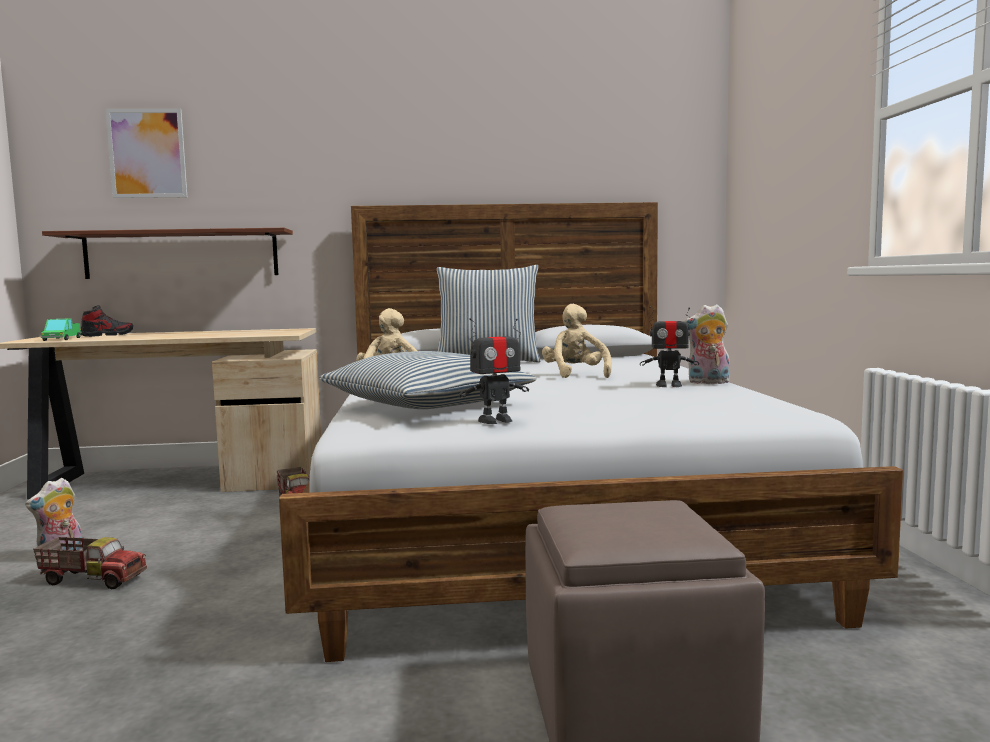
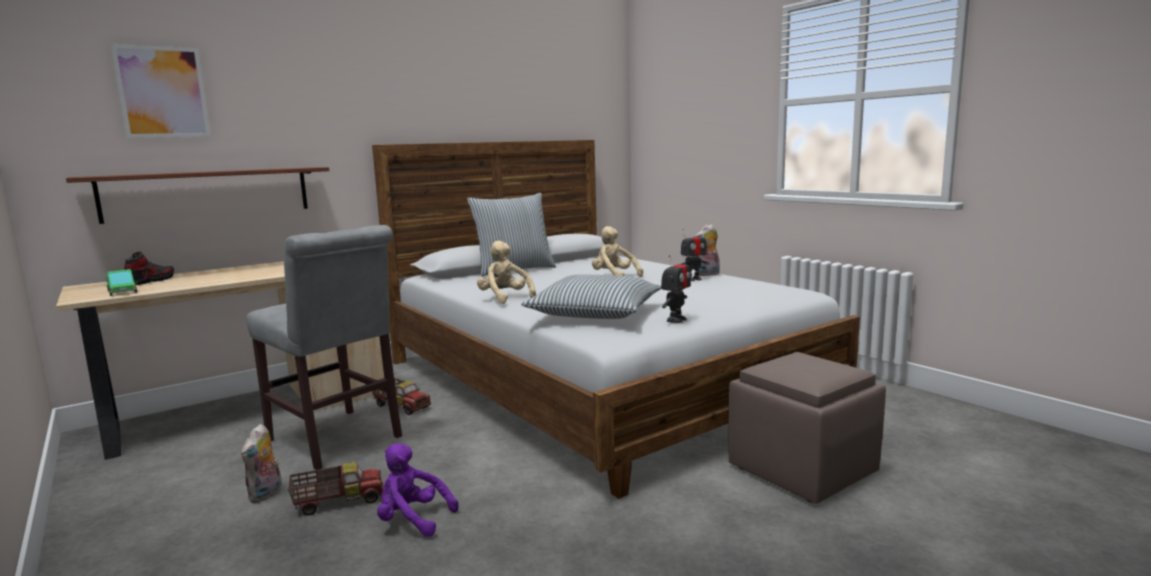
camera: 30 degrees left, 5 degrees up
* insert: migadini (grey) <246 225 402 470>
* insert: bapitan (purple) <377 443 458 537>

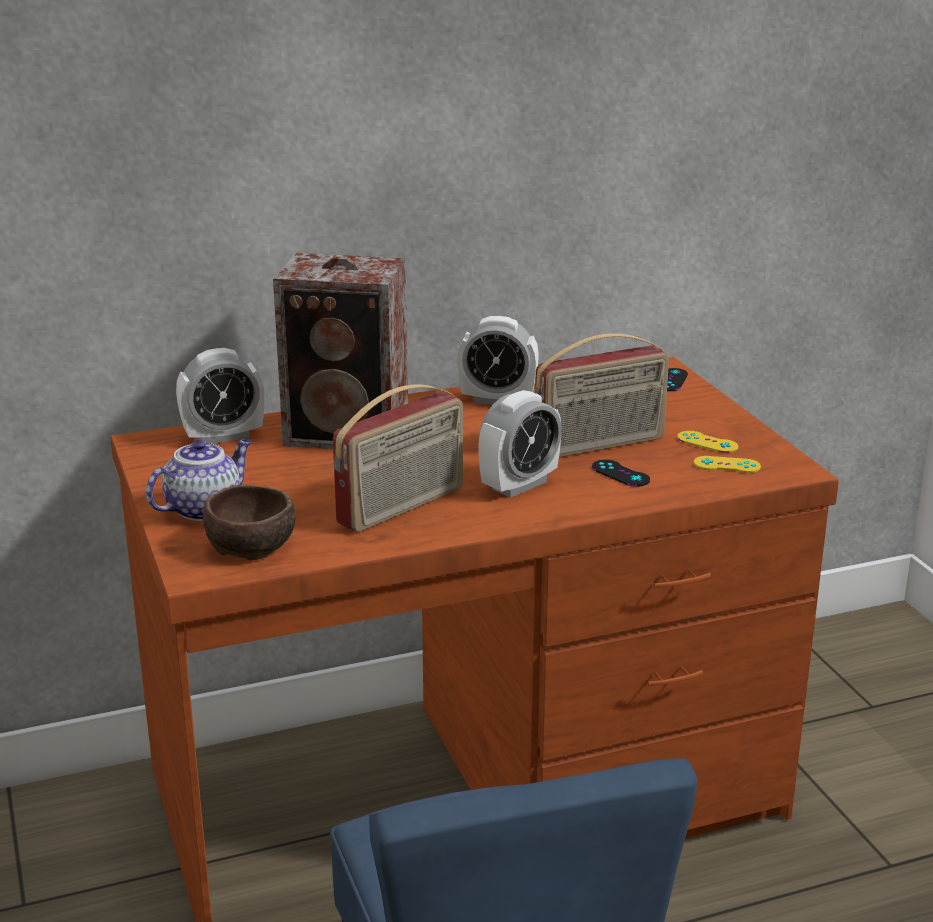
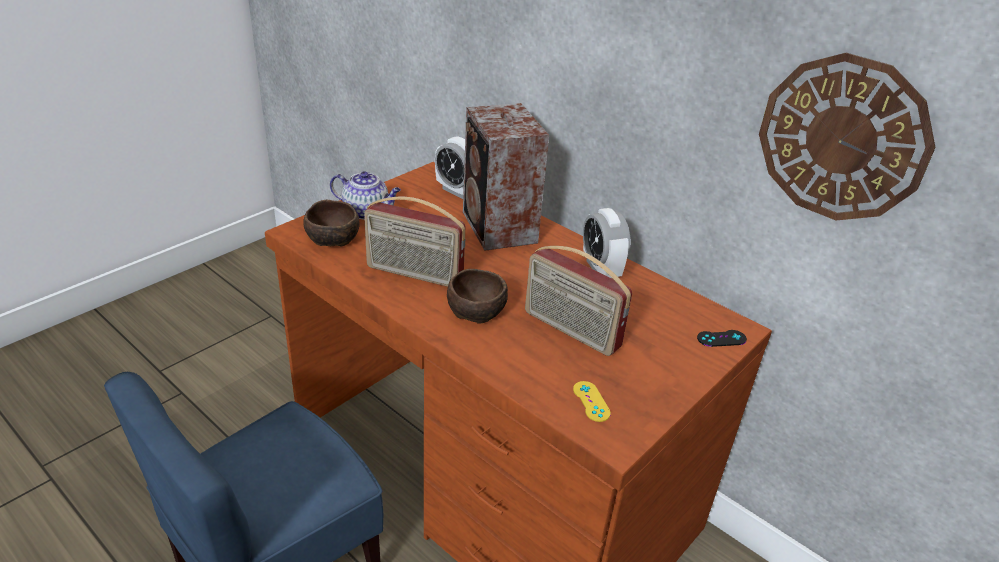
camera: 60 degrees right, 10 degrees up
* replace: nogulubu <478 390 562 498> to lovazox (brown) <447 269 508 323>
* delete: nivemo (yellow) <677 431 738 453>
* delete: nivemo (black) <592 460 650 487>
* insert: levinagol <759 53 936 220>

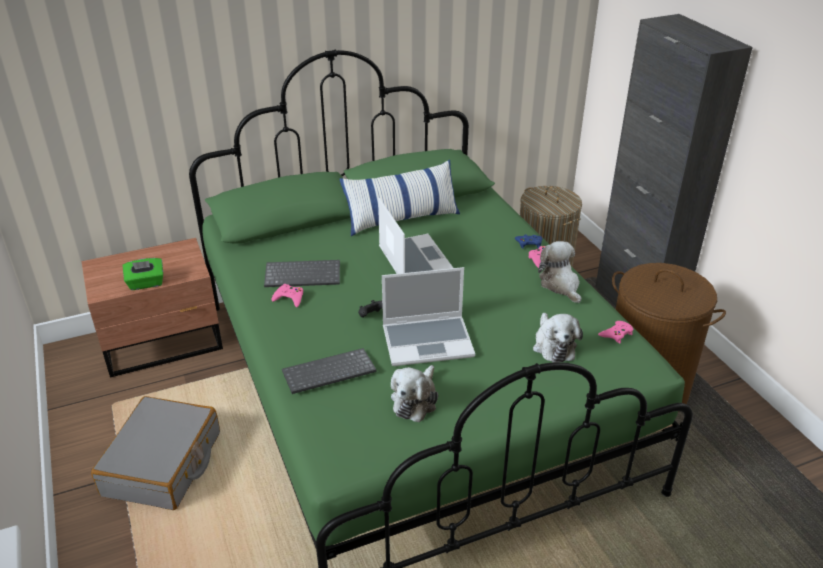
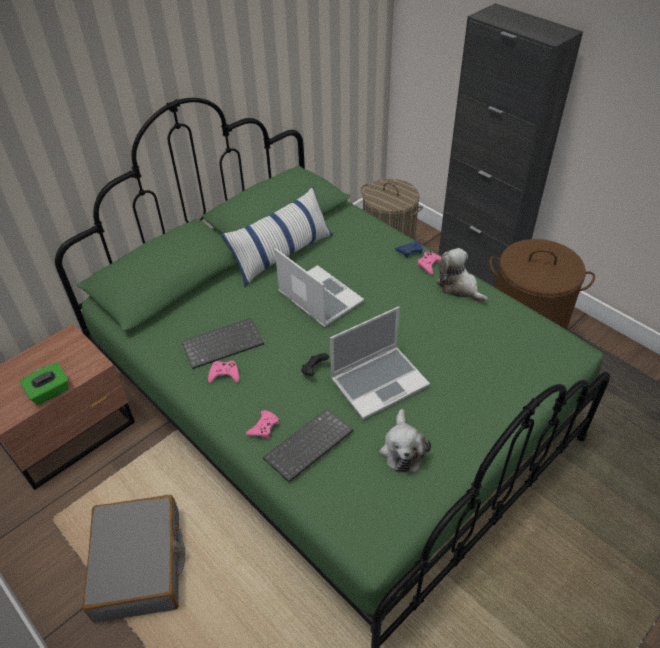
camera: 20 degrees left, 10 degrees up
* delete: bapitan <533 313 583 363>
* move: nivemo (pink) <598 321 634 343> to <245 410 279 439>

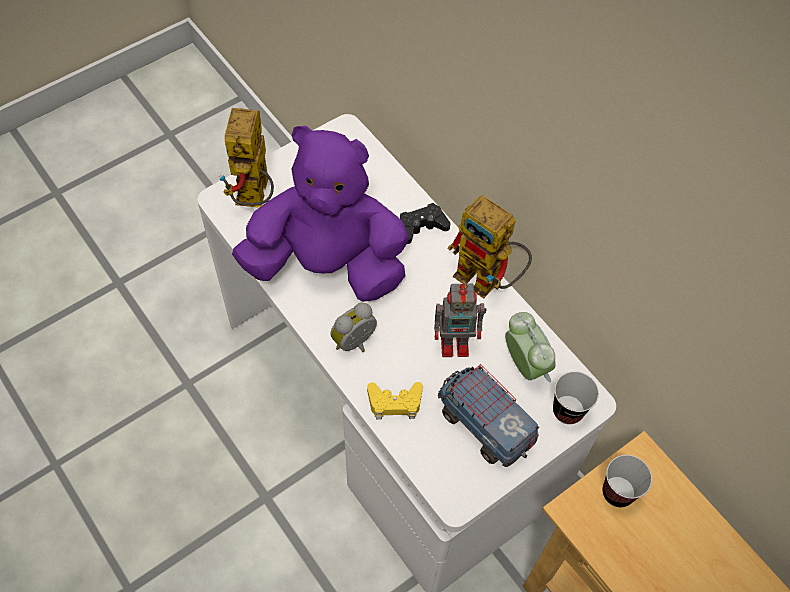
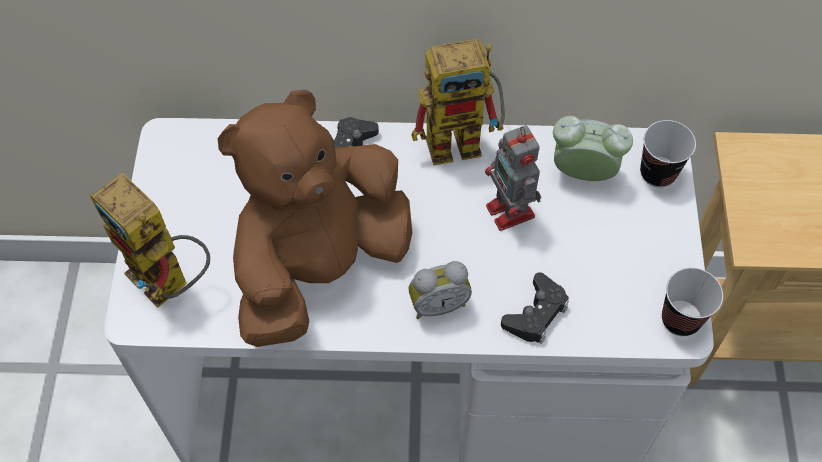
camera: 50 degrees left, 0 degrees up
* recolor: bapitan (purple) <232 125 409 302> to bapitan (brown) <218 90 412 347>
* rotate: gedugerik <434 284 487 357> = <485 126 541 231> 120 degrees clockwise
* rotate: nogulubu <331 303 377 352> = <408 261 472 319> 105 degrees counterclockwise
* delete: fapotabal <438 364 539 467>
* recolor: nivemo (yellow) <367 382 423 420> to nivemo (black) <501 272 569 344>
* move: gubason <603 455 652 507> to <662 268 723 336>

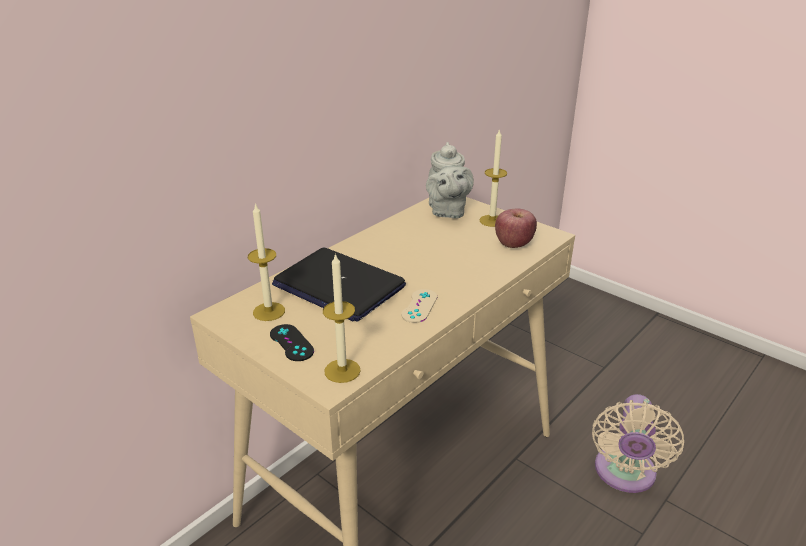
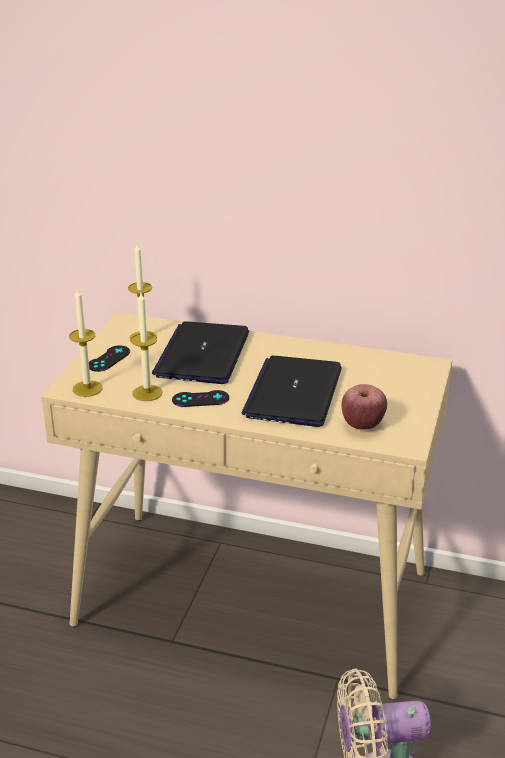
camera: 65 degrees right, 0 degrees up
* move: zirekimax <480 130 507 227> to <131 293 162 401>
* delete: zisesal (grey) <426 142 474 218>
* recolor: nivemo (beige) <401 289 437 323> to nivemo (black) <172 390 229 407>
* insert: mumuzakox <242 356 342 427>

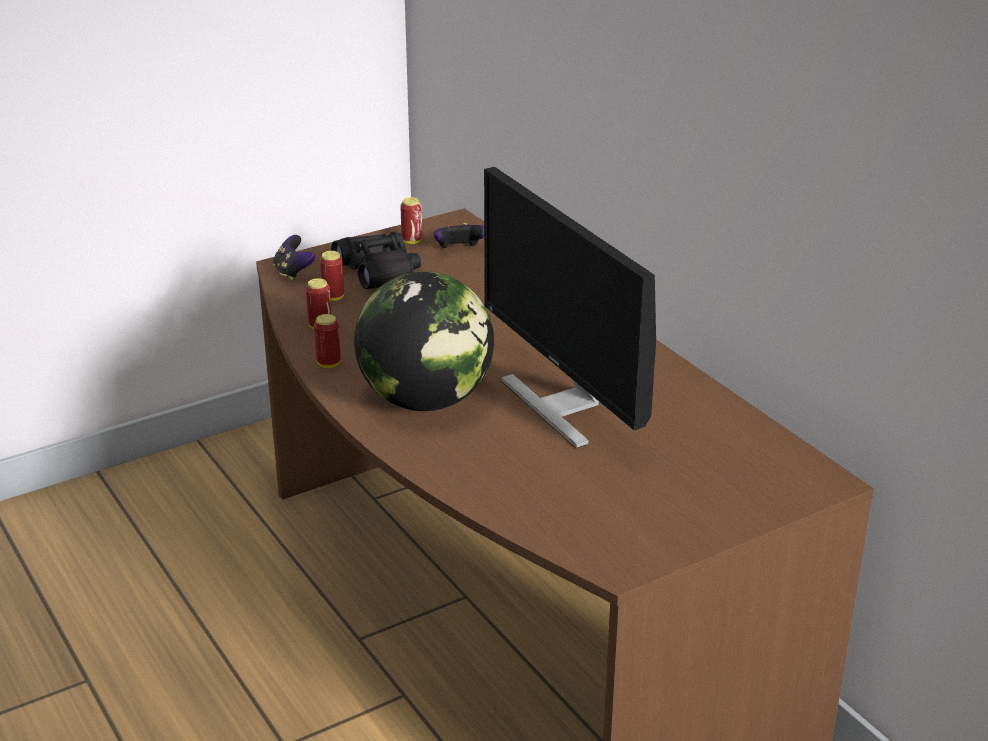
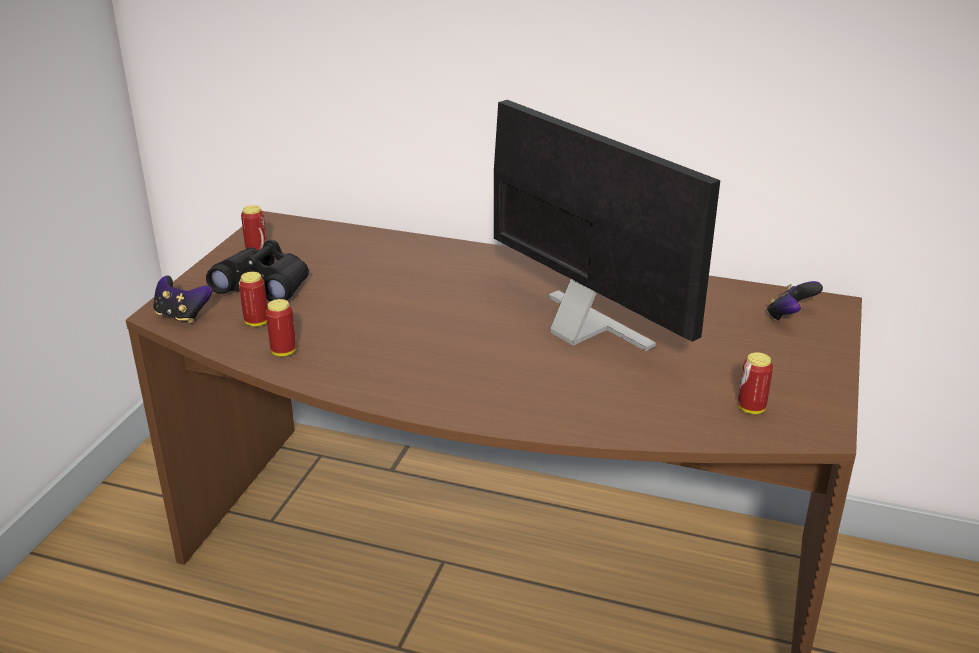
camera: 40 degrees left, 0 degrees up
* rotate: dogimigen <484 167 656 448> = <494 100 720 351> 150 degrees counterclockwise
* move: nivemo <434 223 484 249> to <767 281 823 321>
* delete: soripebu <354 271 494 411>
* move: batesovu <314 314 341 368> to <738 352 773 414>

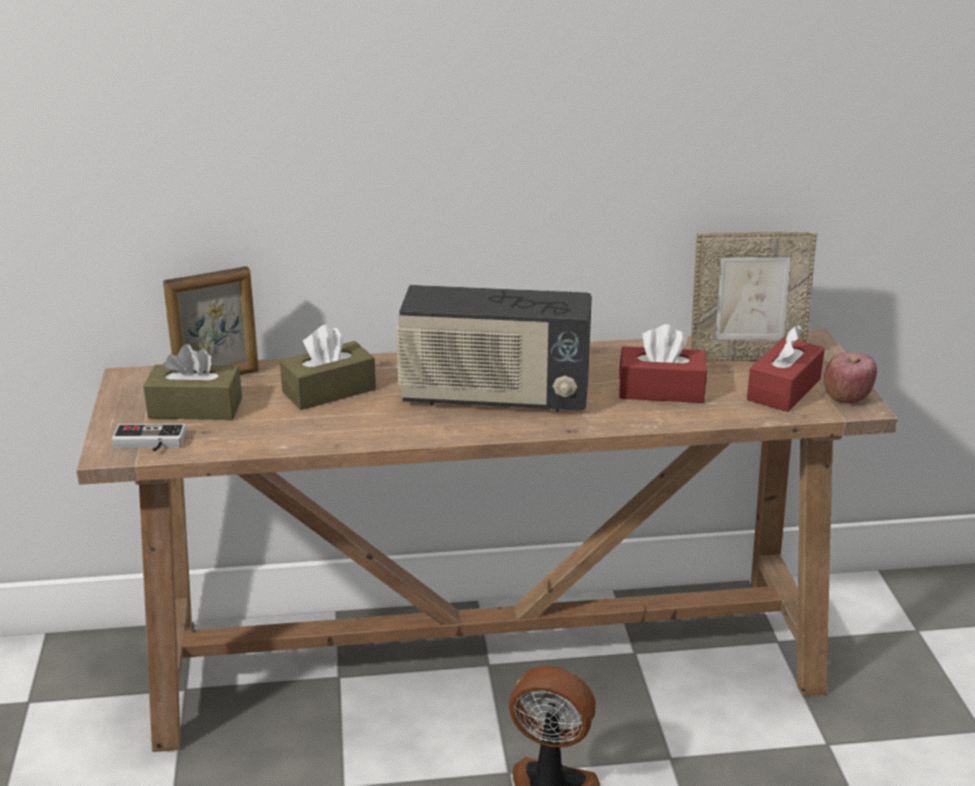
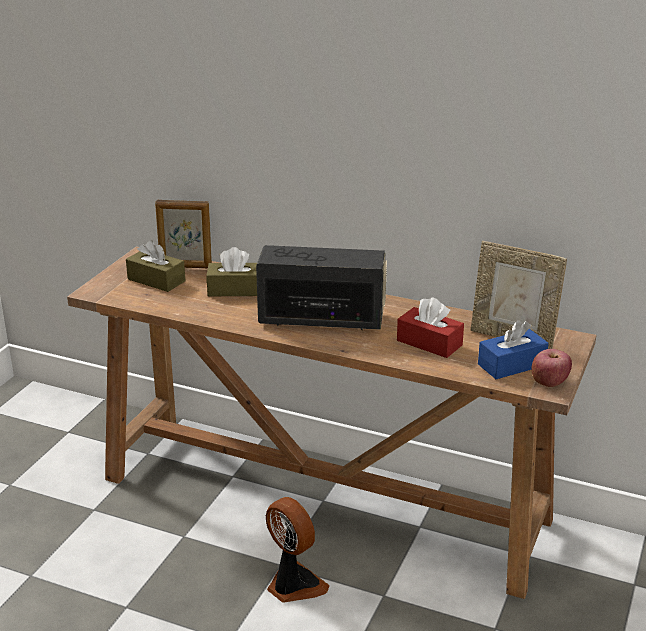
camera: 30 degrees right, 0 degrees up
* rotate: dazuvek <396 285 592 412> = <256 245 387 330> 150 degrees clockwise
* recolor: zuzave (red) <747 325 825 412> to zuzave (blue) <478 320 549 379>
* delete: nivemo <111 424 186 452>

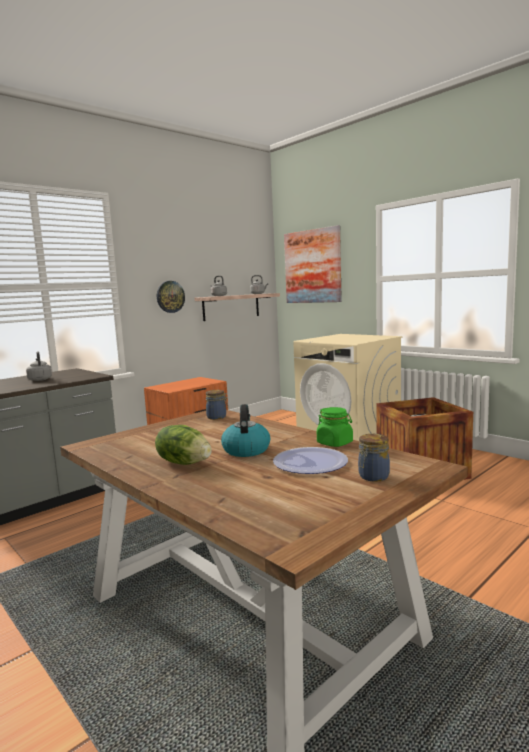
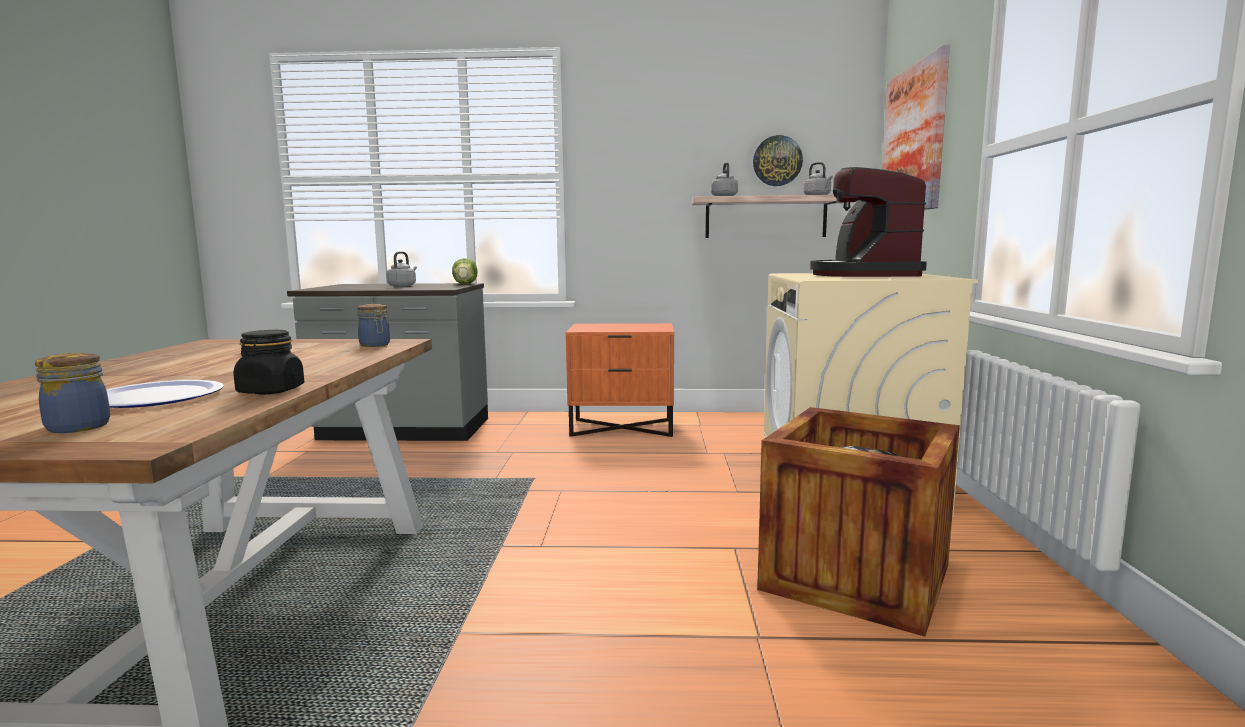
camera: 45 degrees right, 0 degrees up
* move: levinagol <157 281 185 313> to <753 135 803 186>
* delete: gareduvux <221 404 270 457>
* recolor: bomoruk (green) <317 407 353 447> to bomoruk (black) <233 330 304 395>
* move: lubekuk <155 425 212 465> to <452 258 478 284>
* insert: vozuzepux <810 167 927 277>

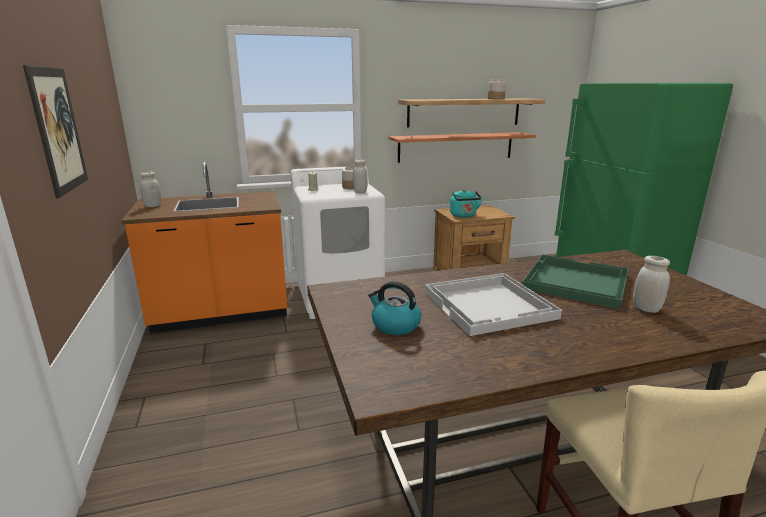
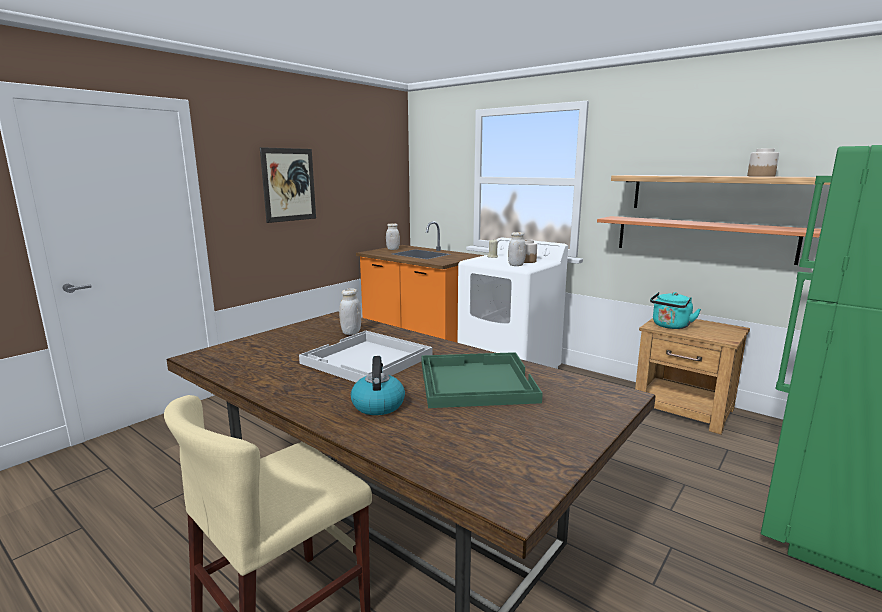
camera: 55 degrees right, 5 degrees down
* move: bomoruk (white) <633 256 670 313> to <339 288 361 335>
* move: gareduvux <368 281 421 335> to <351 356 405 415>

